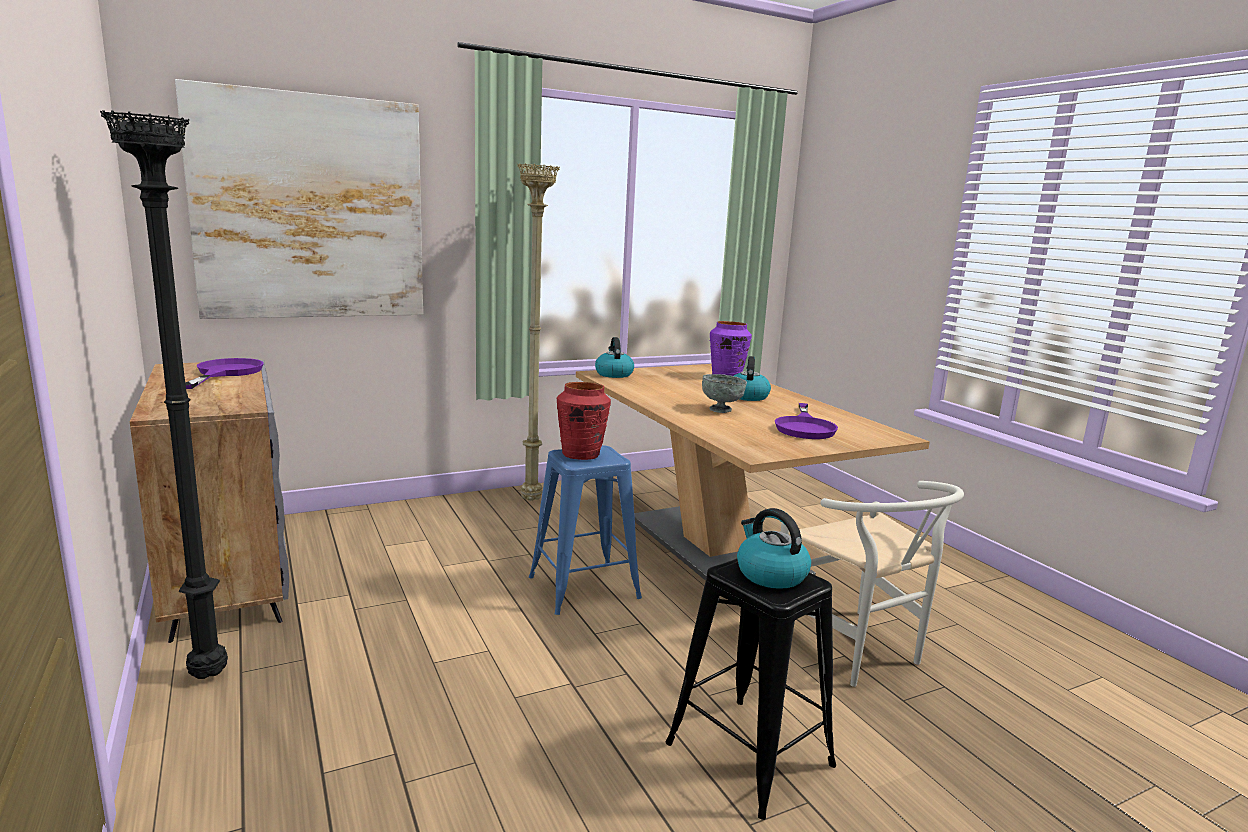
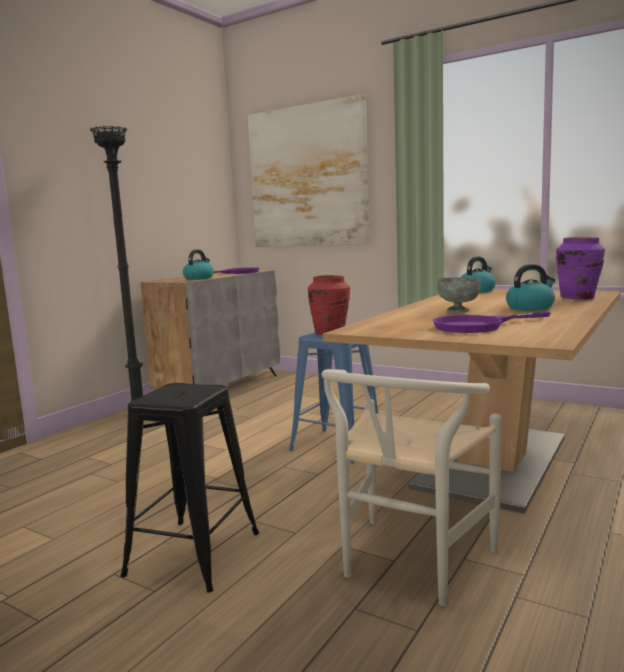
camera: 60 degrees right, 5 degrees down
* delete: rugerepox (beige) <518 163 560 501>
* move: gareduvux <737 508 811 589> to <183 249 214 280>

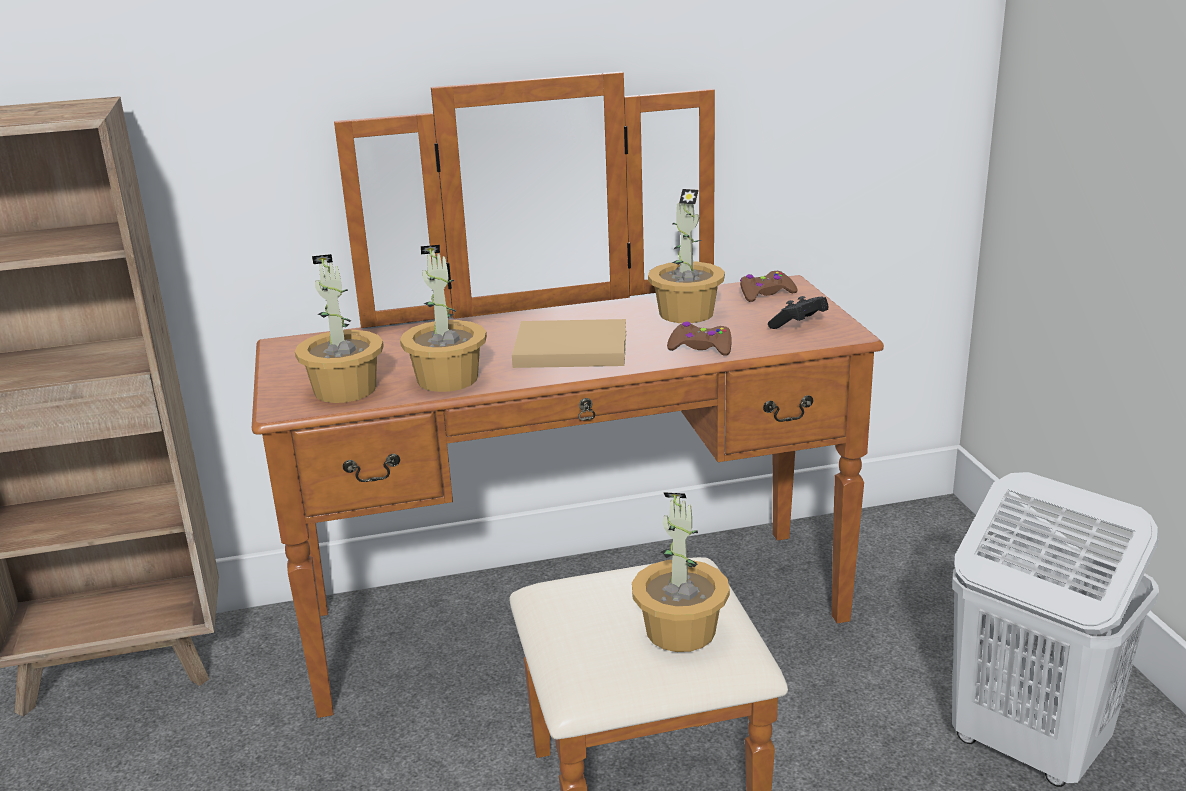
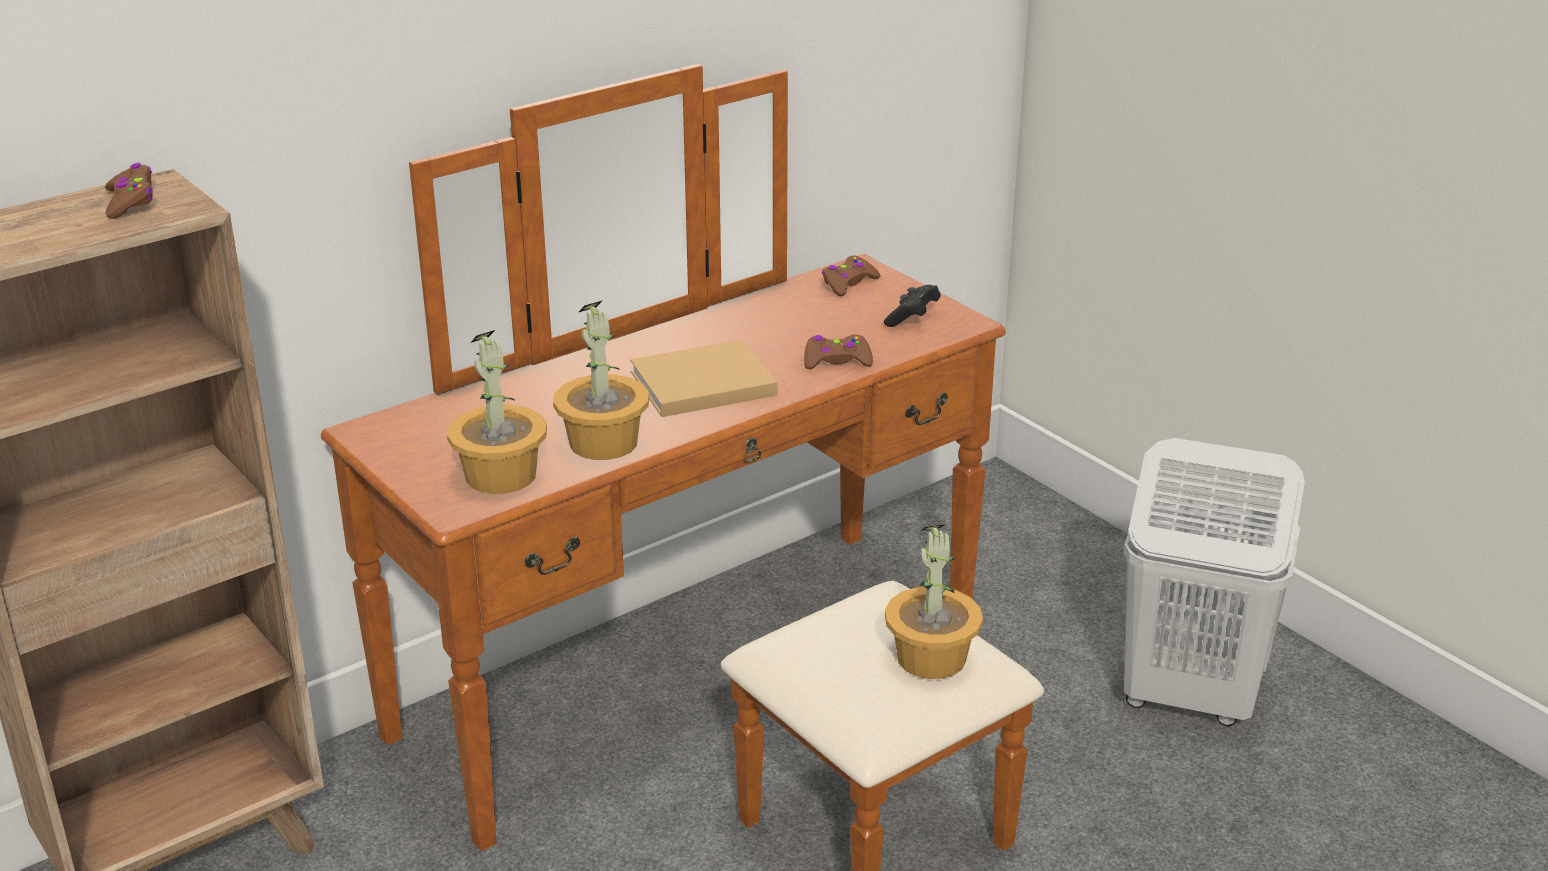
camera: 25 degrees left, 5 degrees up
* delete: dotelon <648 189 725 323>
* insert: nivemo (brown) <105 163 153 219>

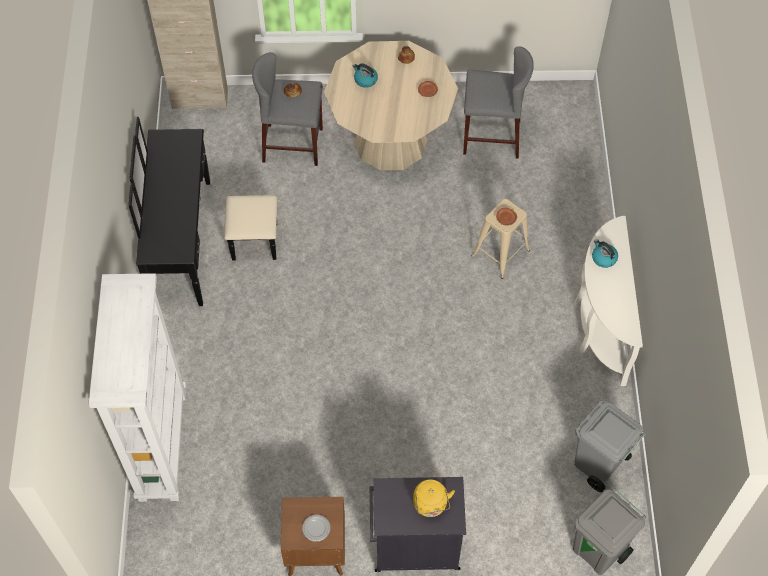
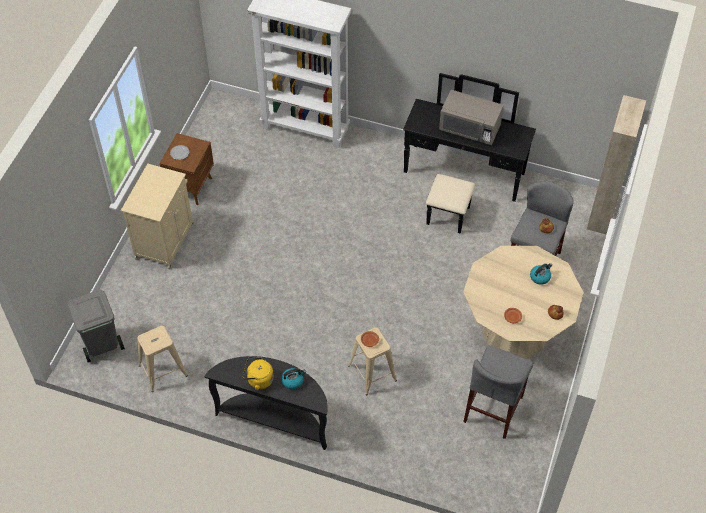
camera: 110 degrees right, 5 degrees down
* recolor: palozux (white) <575 216 643 386> to palozux (black) <204 356 328 450>
* replace: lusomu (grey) <574 401 646 492> to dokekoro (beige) <137 326 188 392>
* recolor: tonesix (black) <370 477 466 572> to tonesix (beige) <121 164 193 269>
* move: gareduvux (yellow) <413 479 455 517> to <243 357 274 390>
* insert: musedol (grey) <439 90 504 145>

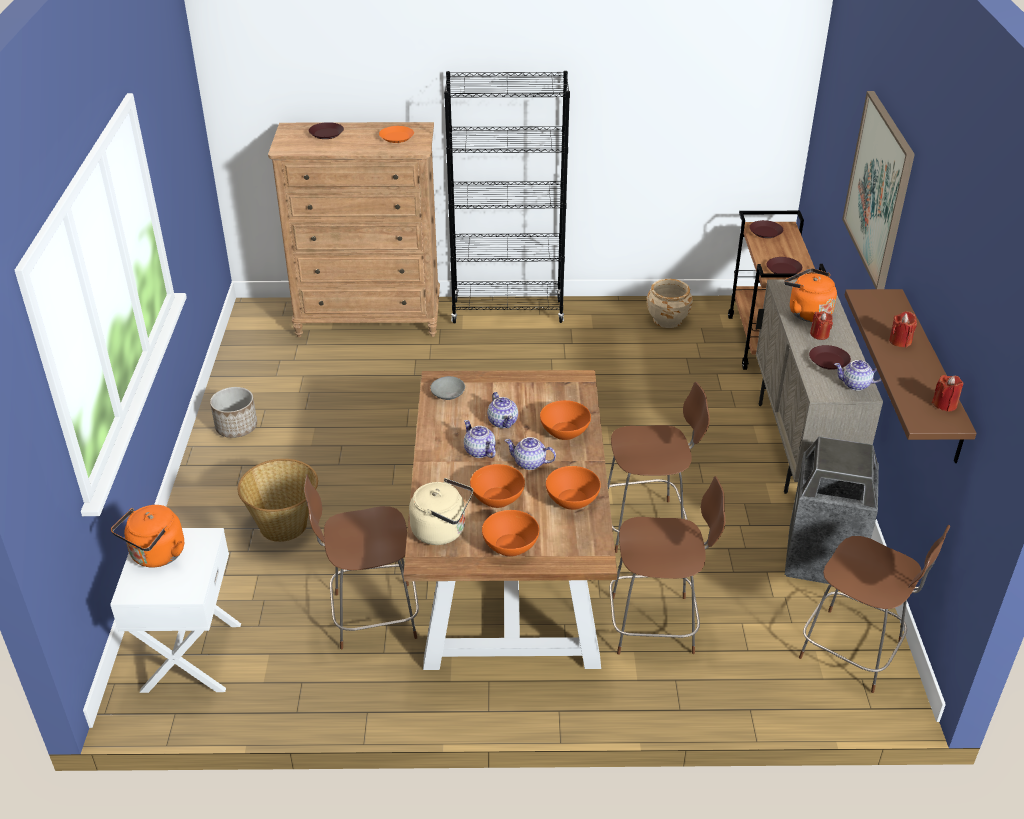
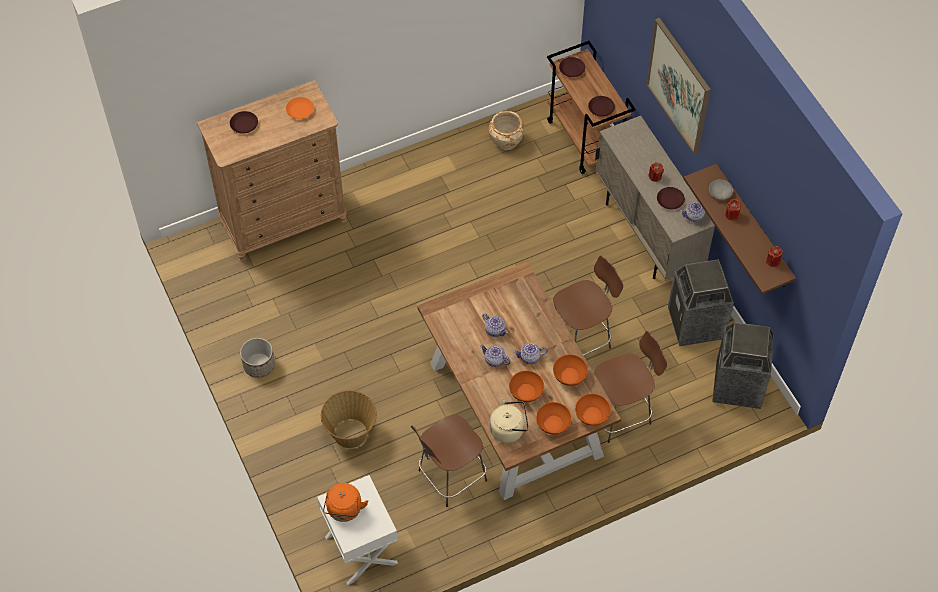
camera: 25 degrees left, 20 degrees up
* delete: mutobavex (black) <444 71 570 323>
* delete: gareduvux (orange) <784 268 837 322>
* move: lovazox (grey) <430 376 465 400> to <709 179 733 200>
* move: lovazox (orange) <540 400 591 440> to <575 394 611 426>
* replace: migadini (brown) <799 525 950 693> to lusomu <712 322 774 409>

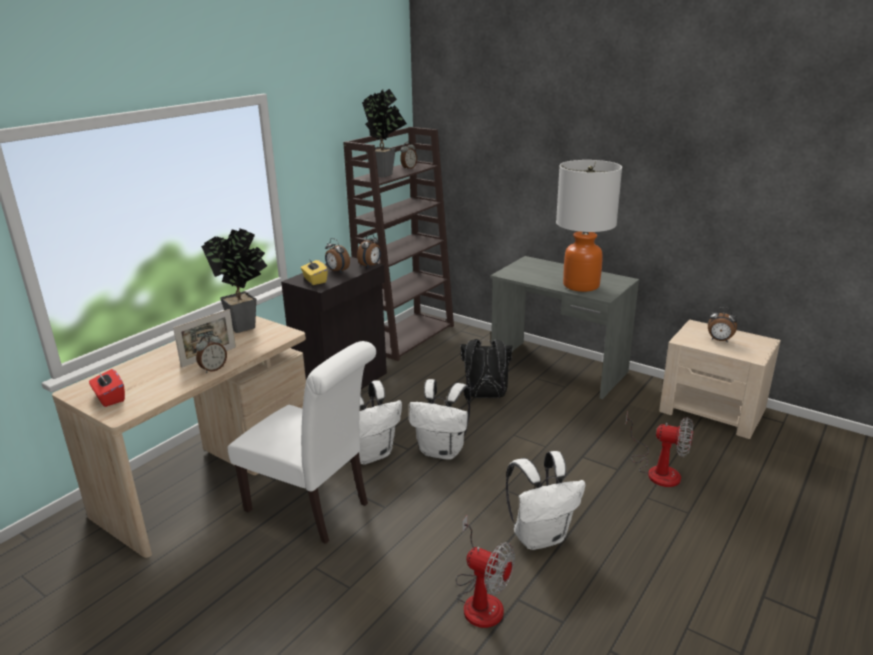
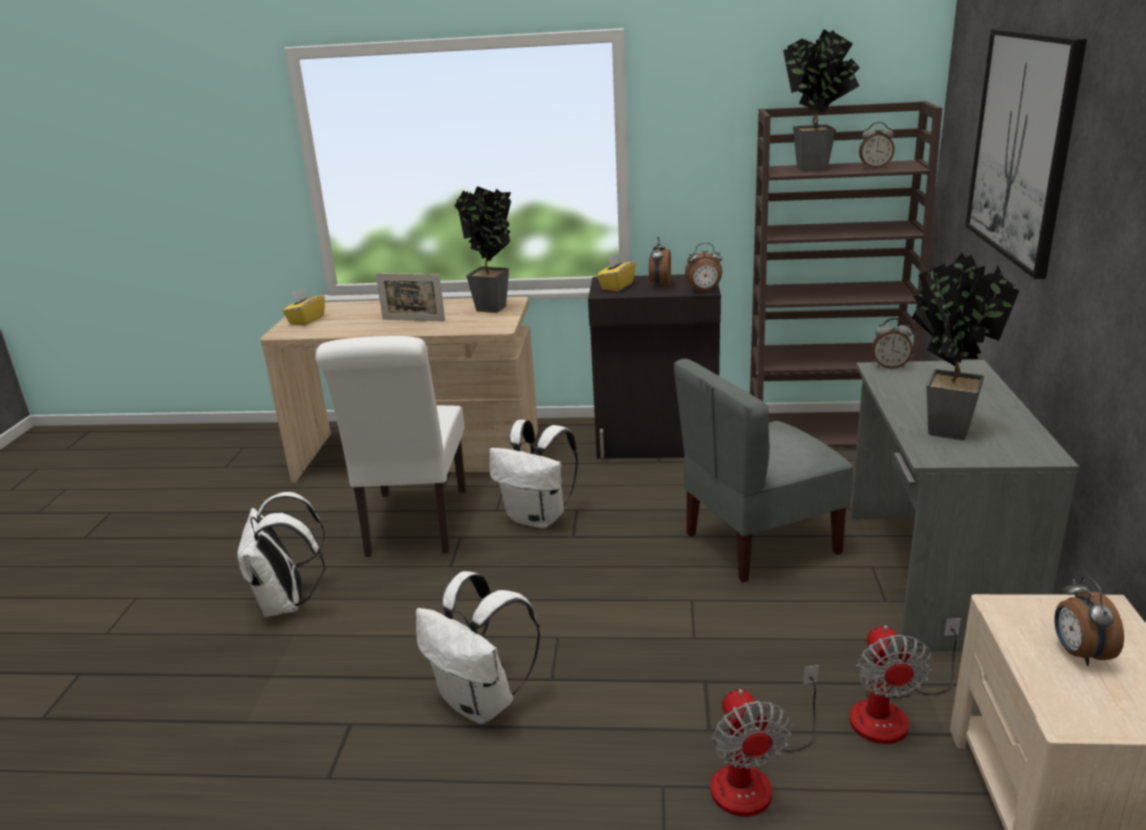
camera: 60 degrees right, 0 degrees up
* replace: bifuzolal <556 160 622 292> to dotelon <912 253 1020 440>
* move: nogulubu <196 333 227 373> to <872 318 913 369>
* replace: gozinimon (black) <460 339 512 398> to migadini (grey) <674 358 853 583>
* recolor: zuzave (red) <89 369 125 407> to zuzave (yellow) <283 288 325 326>
* move: gozinimon (white) <409 379 471 460> to <237 492 325 617>
* move: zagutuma <456 515 515 628> to <850 618 961 744>
* insert: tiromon <965 29 1087 279>

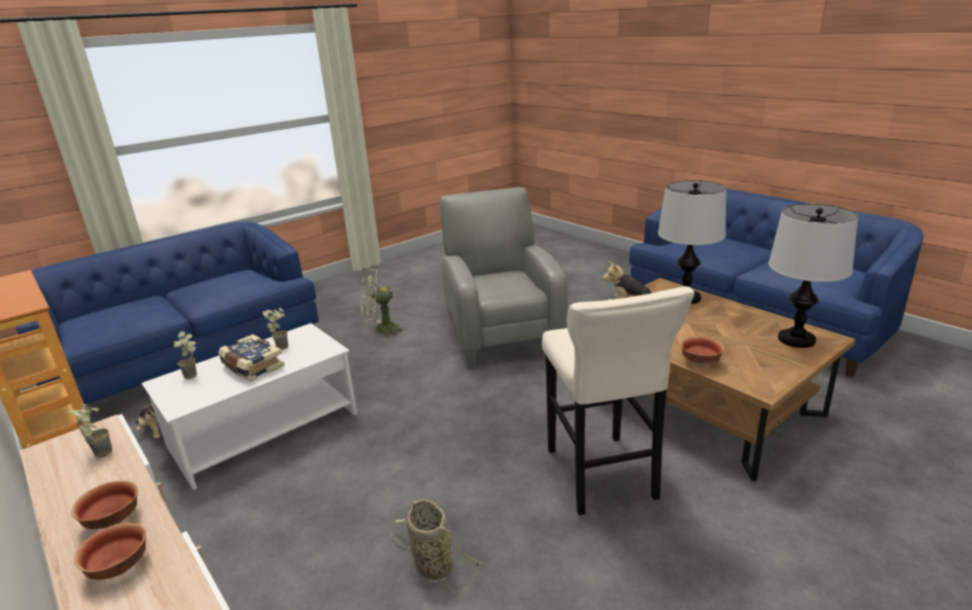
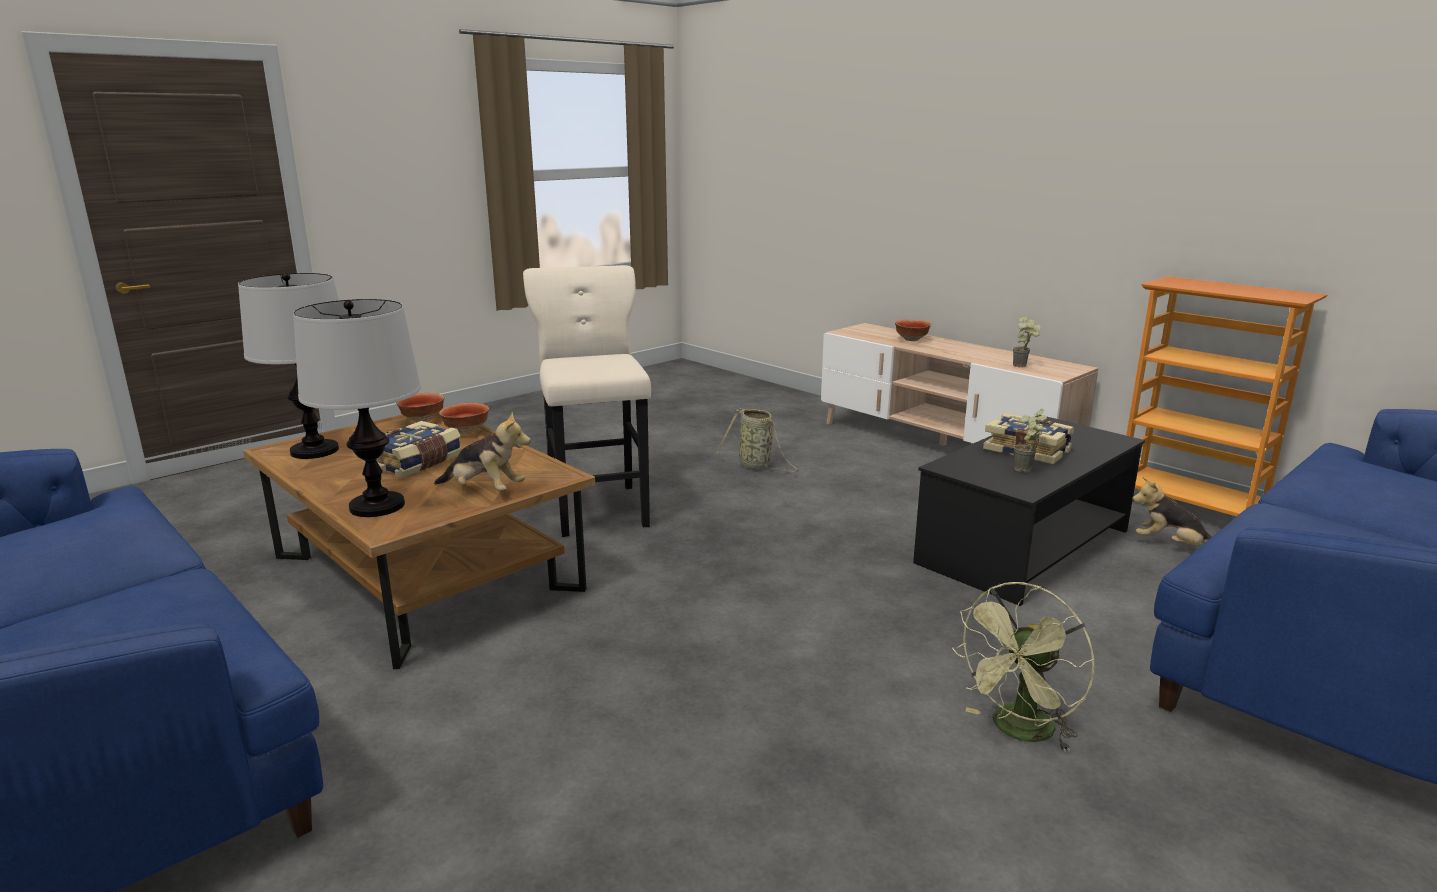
camera: 175 degrees right, 5 degrees down
* delete: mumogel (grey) <440 187 568 368>
* rotate: zagutuma (green) <361 268 407 338> = <952 582 1095 752> 150 degrees clockwise
* recolor: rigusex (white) <142 323 357 490> to rigusex (black) <913 415 1145 606>
* delete: dotelon <174 331 197 379>
* move: lovazox <71 481 138 529> to <396 393 445 422>
* insert: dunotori <364 421 462 478>

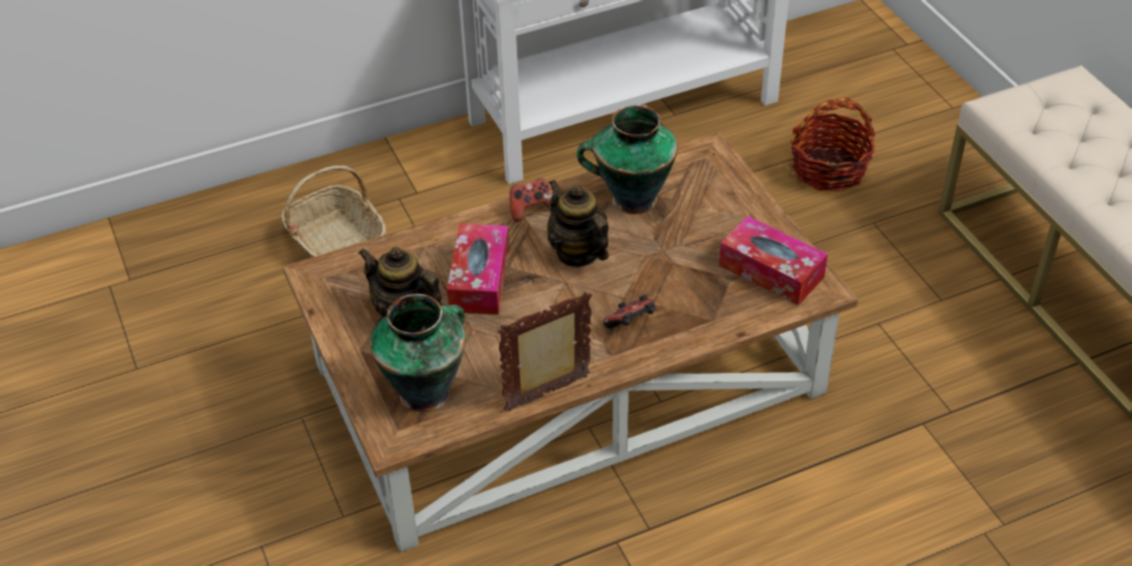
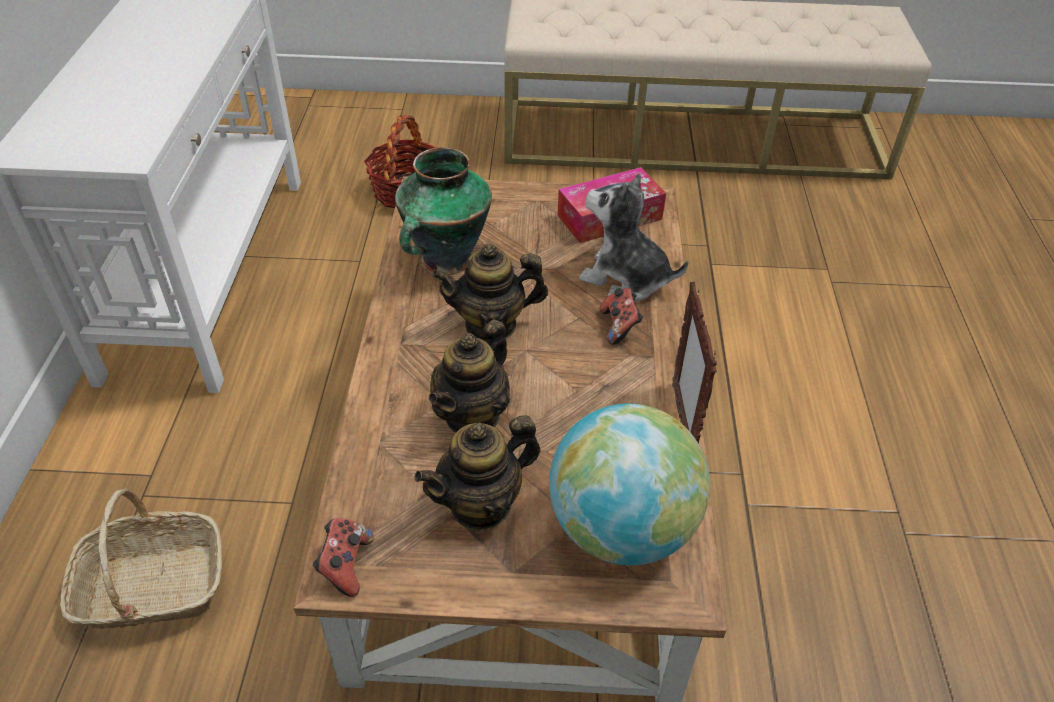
camera: 65 degrees left, 0 degrees up
* move: nivemo <510 178 553 222> to <313 518 373 597>
* replace: zuzave <447 224 509 315> to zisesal <429 320 510 433>
* replace: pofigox <370 294 466 412> to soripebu <549 404 710 565>
* insert: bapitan <579 173 688 302>

